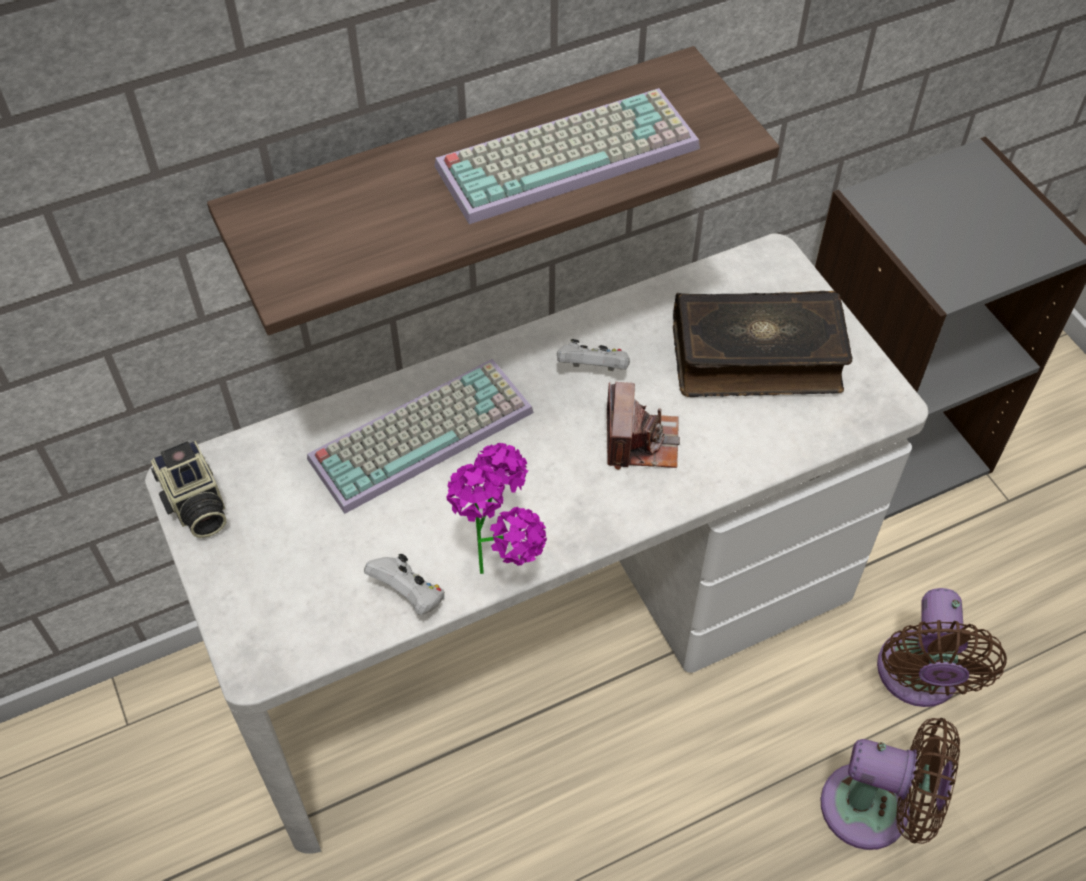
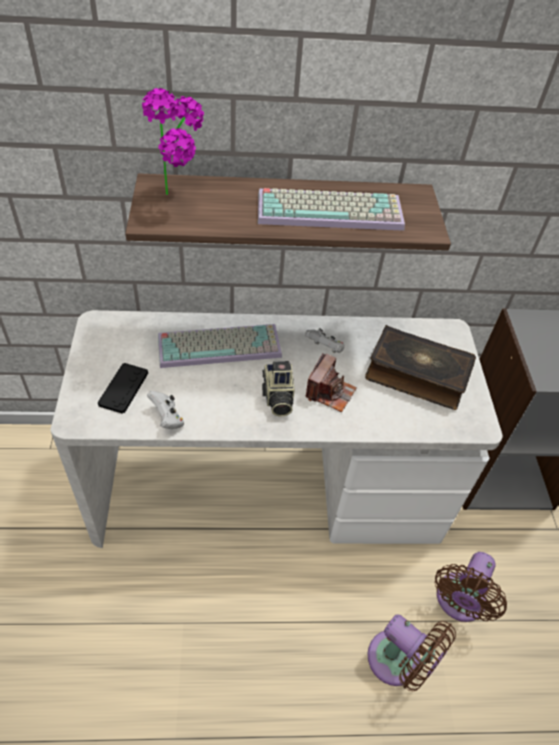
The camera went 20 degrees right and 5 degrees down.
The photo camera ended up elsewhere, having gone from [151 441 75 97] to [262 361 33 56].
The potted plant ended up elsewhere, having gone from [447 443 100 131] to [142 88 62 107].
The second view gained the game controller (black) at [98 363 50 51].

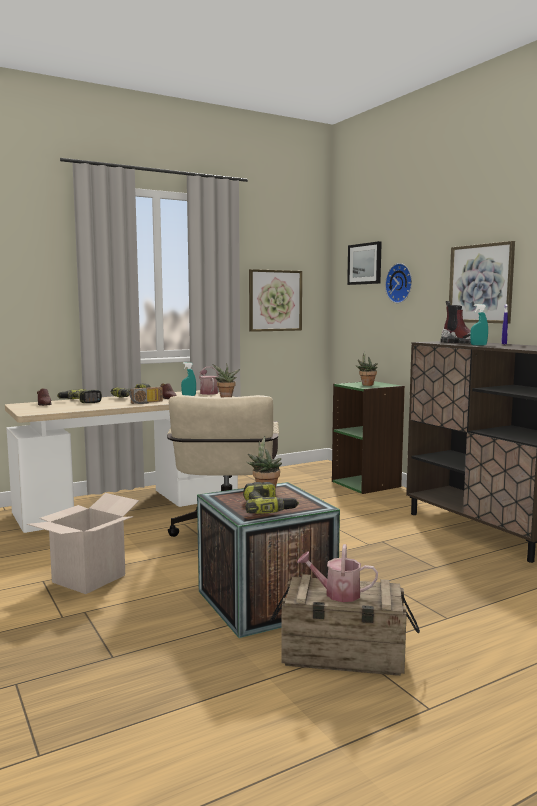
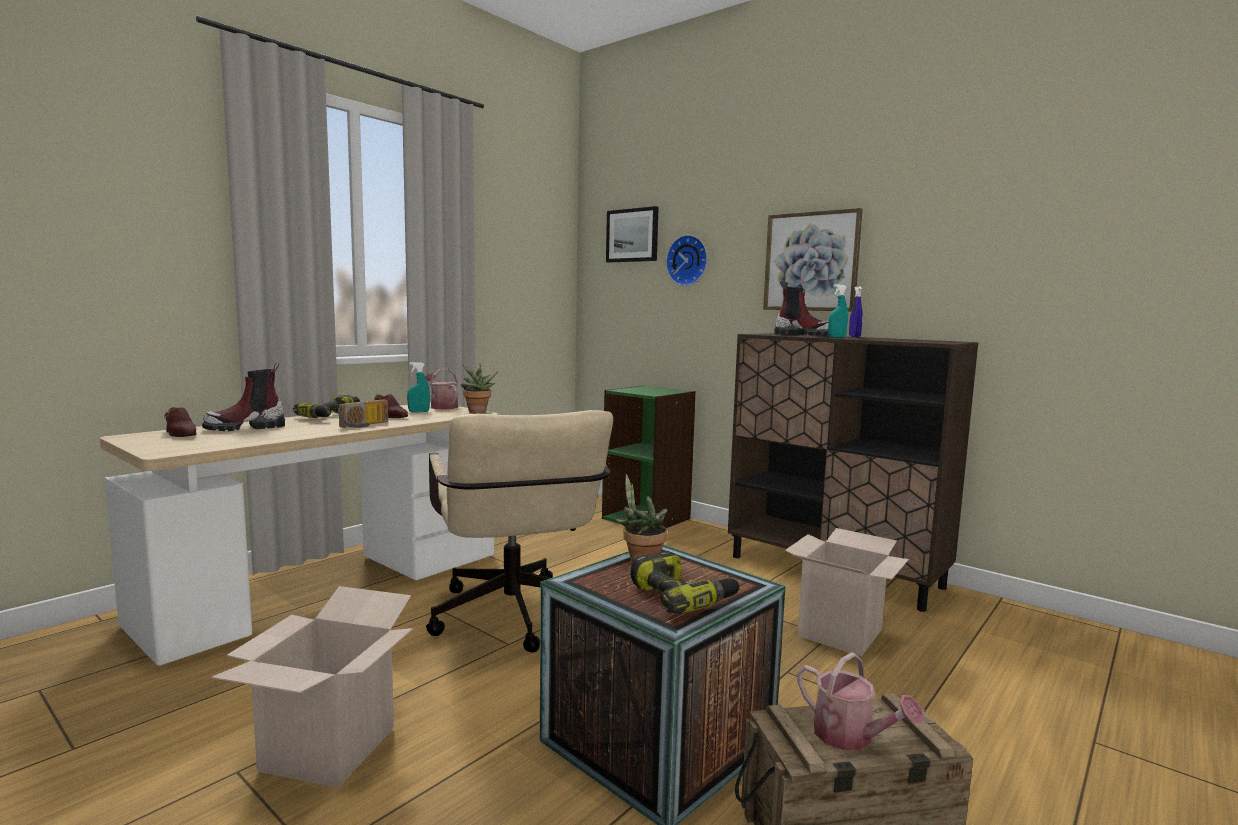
The camera went 20 degrees left and 0 degrees up.
Where the power drill stood at [57 389 45 14], the boot came to stand at [202 363 83 68].
The second view lost the picture at [249 269 53 63].
The watering can at [297 544 81 58] ended up facing another way, 120 degrees counterclockwise from before.
The second view lost the potted plant at [356 352 22 34].
The second view gained the cardboard box at [785 528 124 128].

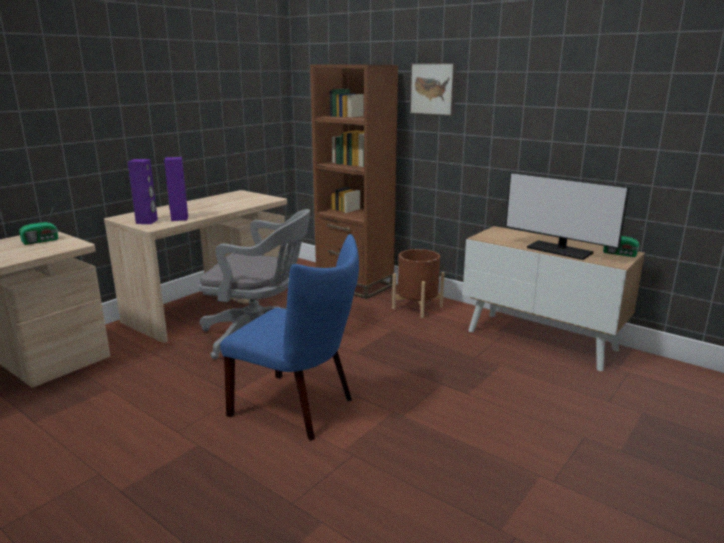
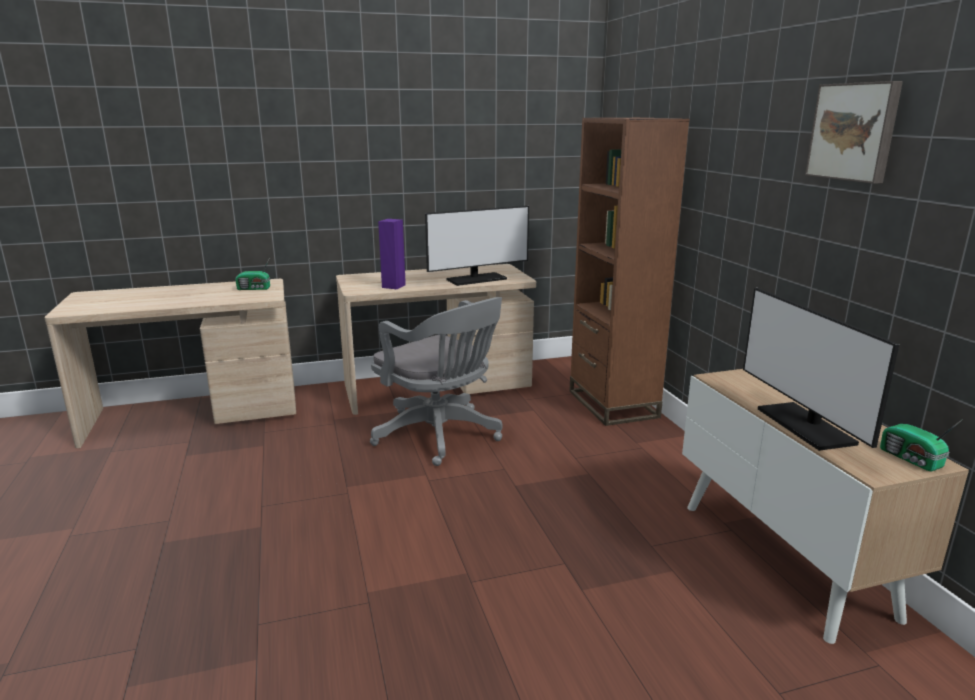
The camera went 35 degrees right and 0 degrees up.
The second view lost the speaker (purple) at [128 159 30 65].
The second view lost the chair (blue) at [220 234 139 207].
The second view lost the planter (brown) at [392 249 52 69].
The picture ended up elsewhere, having gone from [410 63 47 53] to [805 81 98 103].
The second view gained the monitor at [425 206 104 80].

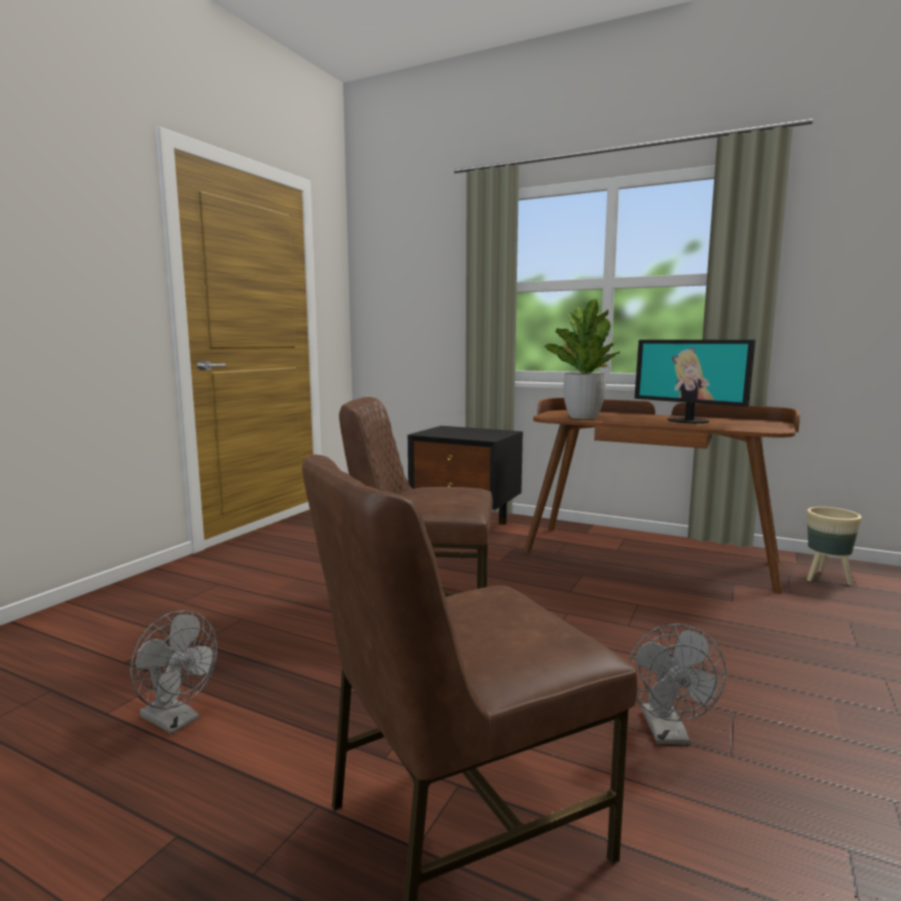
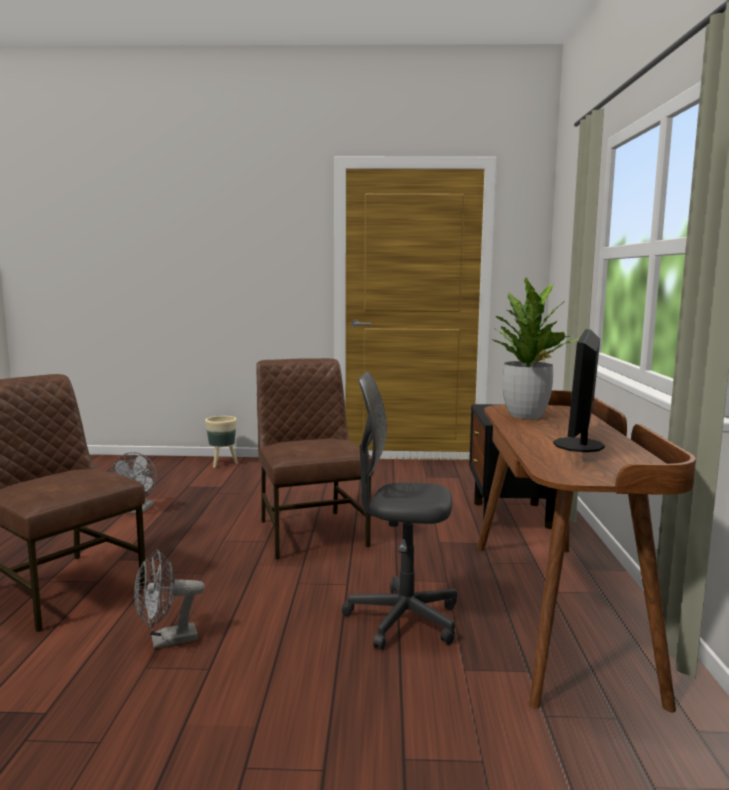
The camera went 65 degrees right and 0 degrees up.
The planter (beige) ended up elsewhere, having gone from [807 507 55 78] to [205 416 33 52].
The second view gained the office chair (grey) at [342 372 115 278].

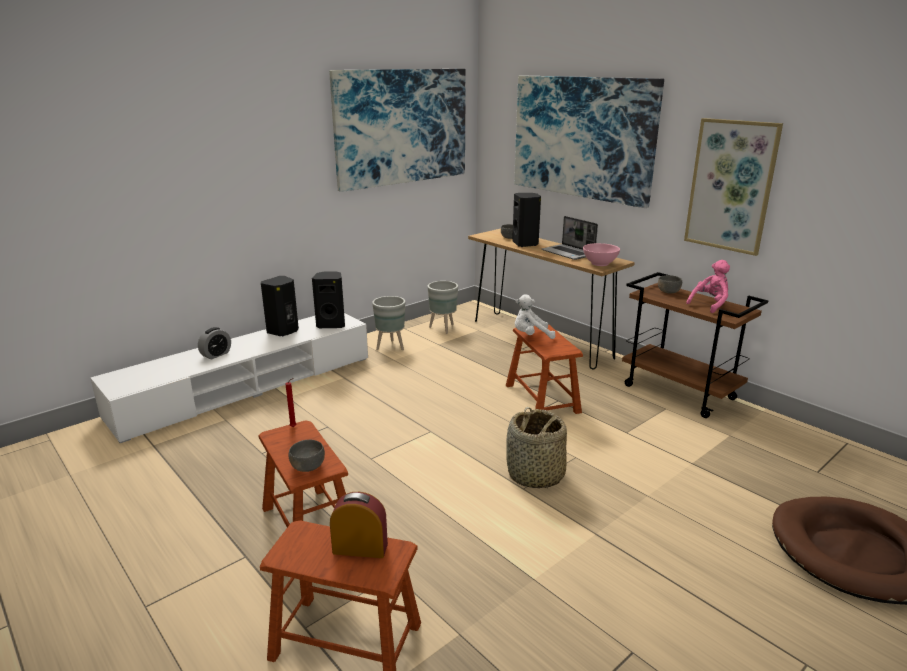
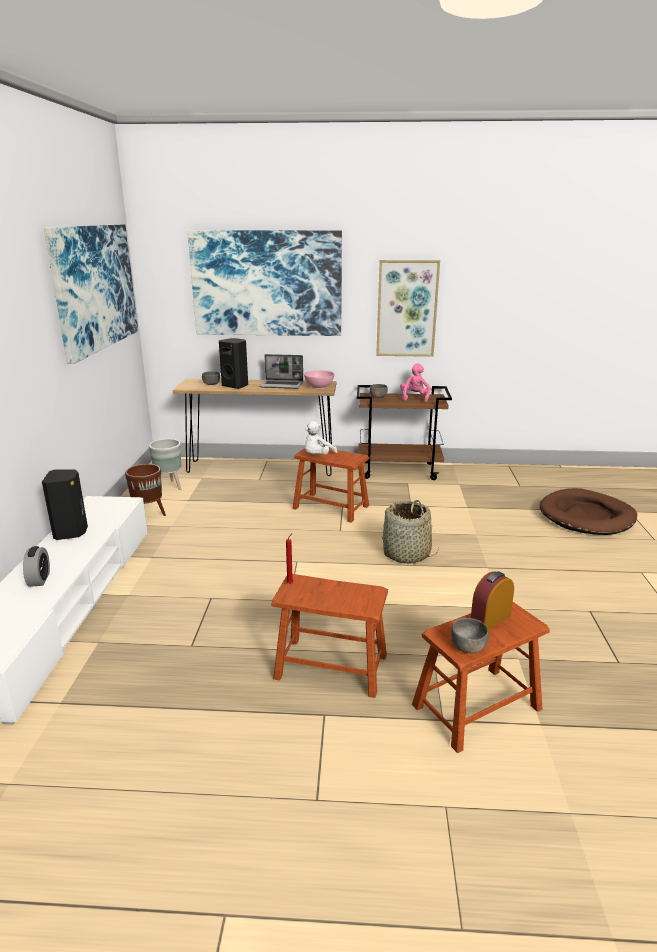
The camera went 45 degrees left and 0 degrees up.
The bowl (grey) ended up elsewhere, having gone from [288 440 37 32] to [451 618 38 35].
The second view lost the speaker (black) at [312 271 33 57].
What was the planter (grey) at [372 296 33 54] turned into the planter (brown) at [125 464 41 52].

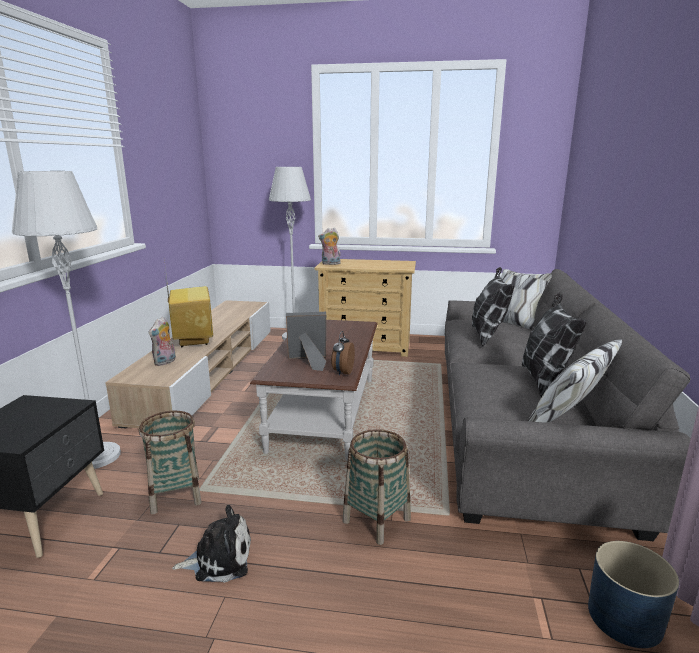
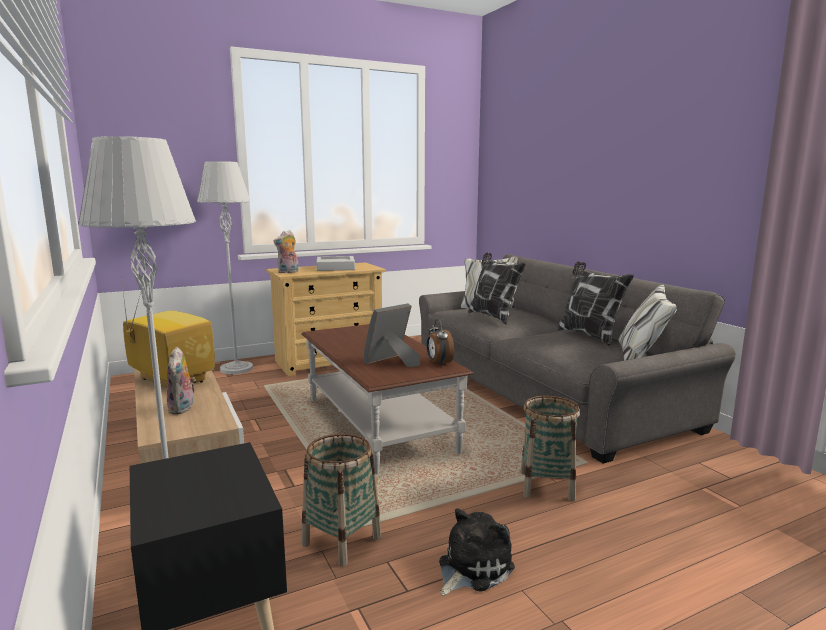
The camera went 35 degrees left and 5 degrees down.
The second view lost the planter (blue) at [588 541 91 107].
The second view gained the tray (grey) at [316 256 39 15].

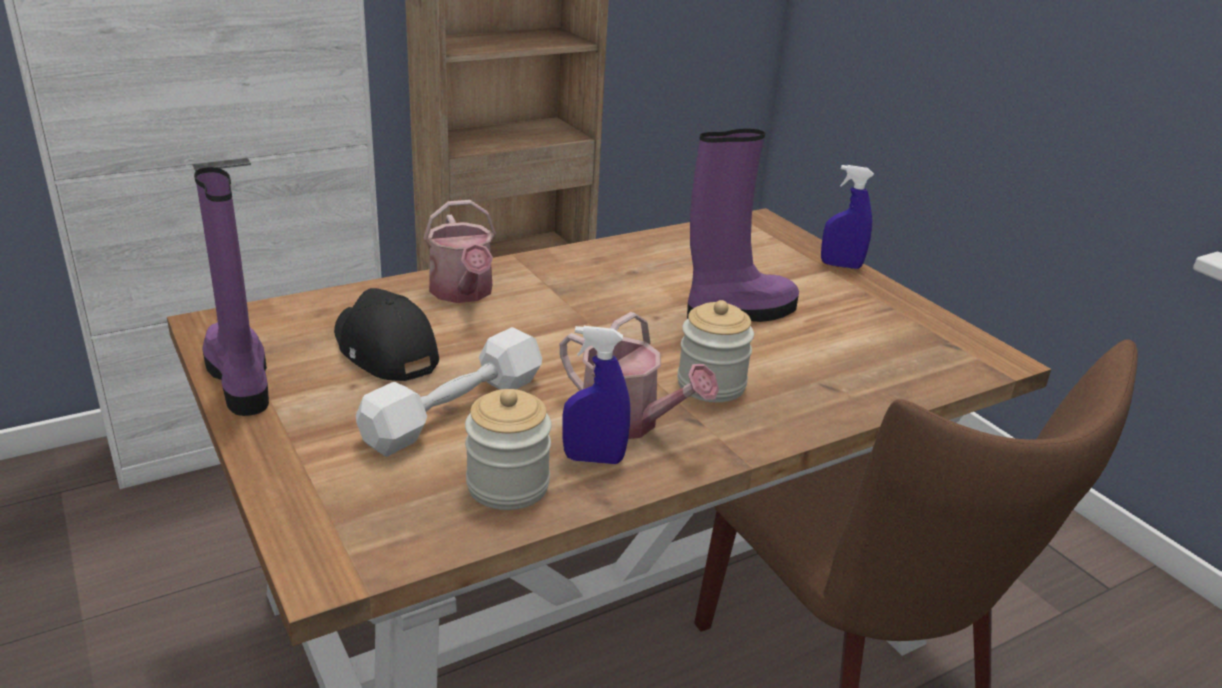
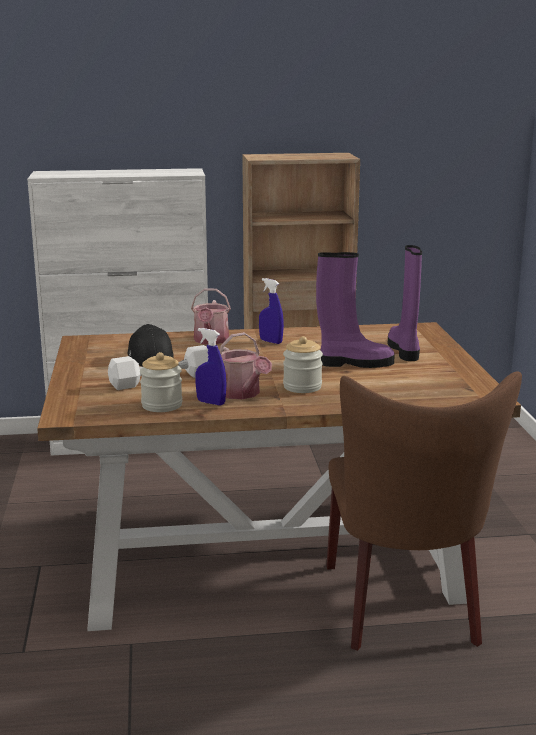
The camera went 25 degrees right and 10 degrees down.
The boot (purple) ended up elsewhere, having gone from [194 167 75 249] to [388 245 34 116].
The spray bottle (blue) ended up elsewhere, having gone from [821 165 53 104] to [259 278 25 66].

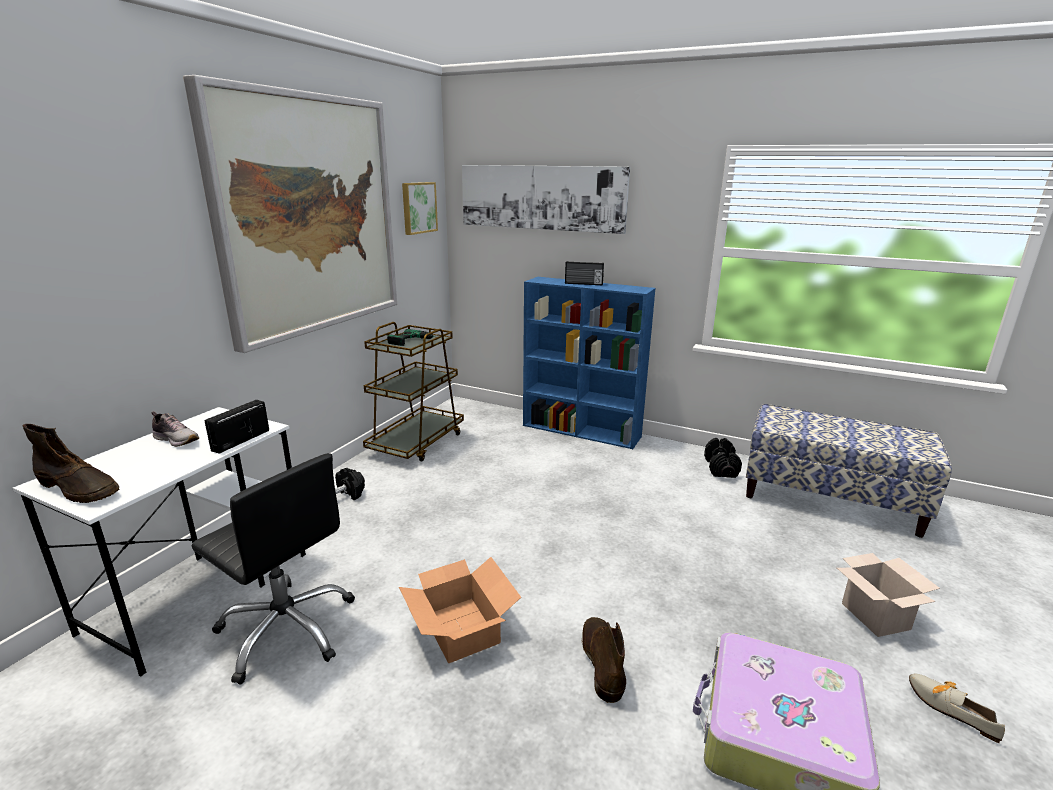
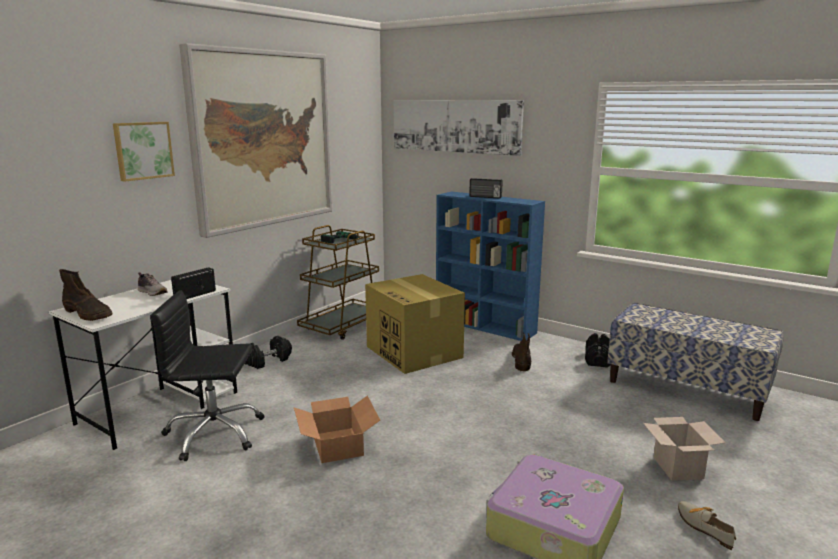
The camera went 10 degrees right and 5 degrees down.
The office chair (black) at [192 453 163 232] ended up facing another way, 135 degrees clockwise from before.
The picture ended up elsewhere, having gone from [402 182 36 53] to [113 122 62 60].
The boot (brown) ended up elsewhere, having gone from [581 617 45 86] to [512 333 19 38].
The second view gained the cardboard box at [365 274 100 100].

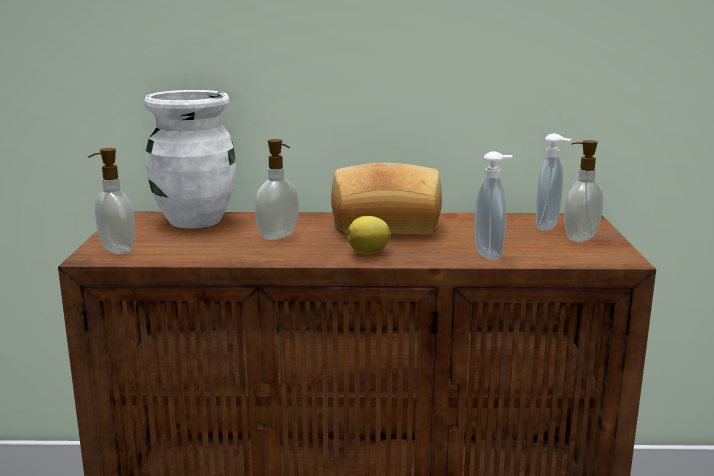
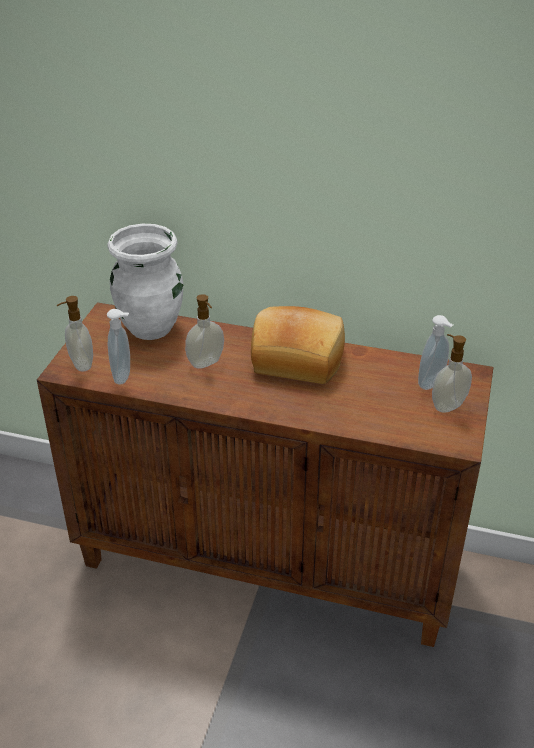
The camera went 15 degrees right and 20 degrees up.
The second view lost the lemon at [347 216 44 38].
The soap dispenser ended up elsewhere, having gone from [475 151 37 109] to [107 309 23 76].

